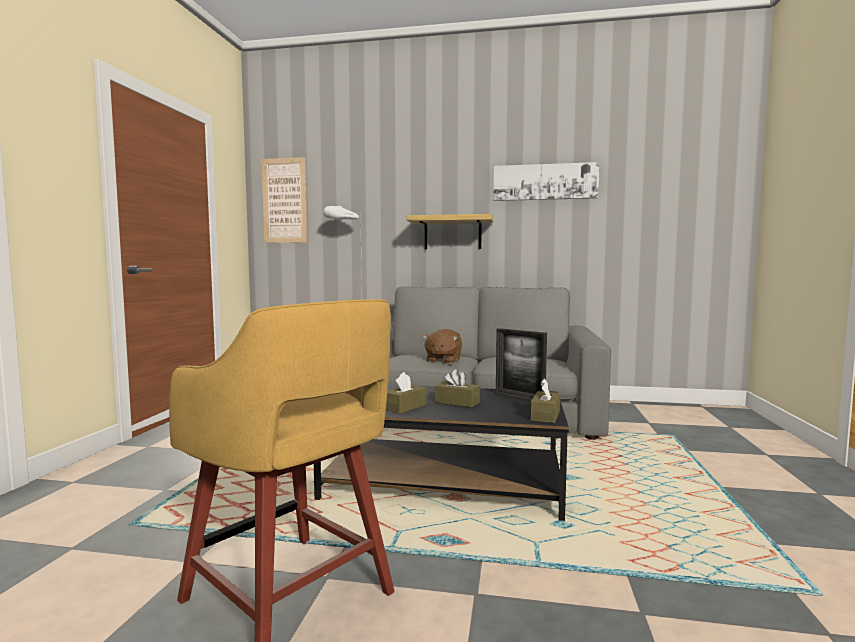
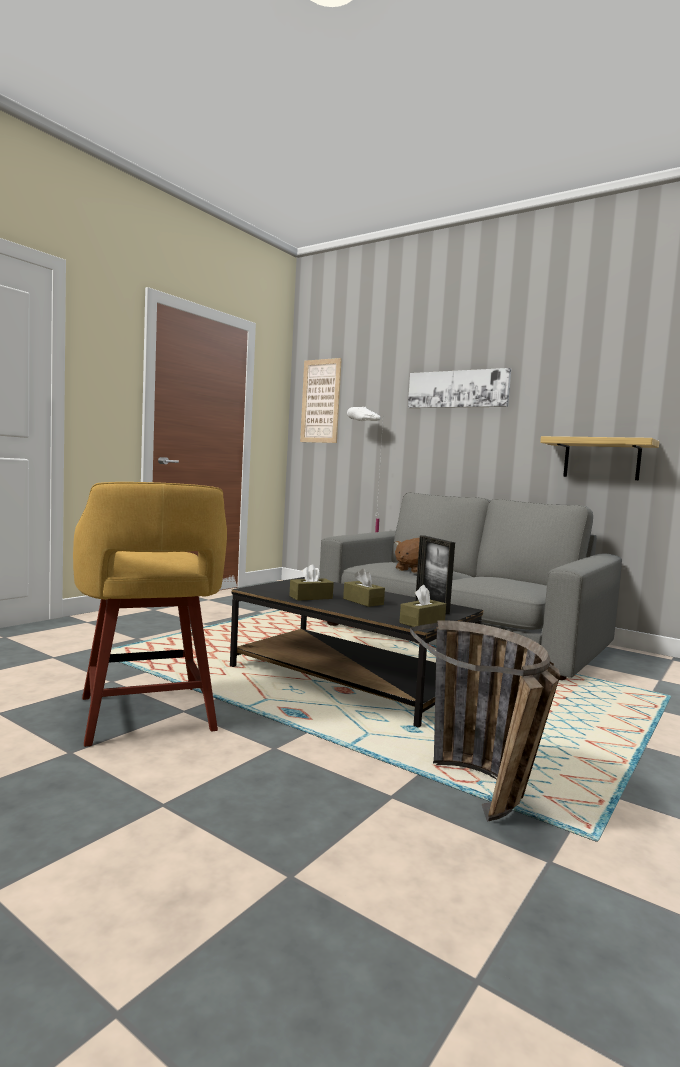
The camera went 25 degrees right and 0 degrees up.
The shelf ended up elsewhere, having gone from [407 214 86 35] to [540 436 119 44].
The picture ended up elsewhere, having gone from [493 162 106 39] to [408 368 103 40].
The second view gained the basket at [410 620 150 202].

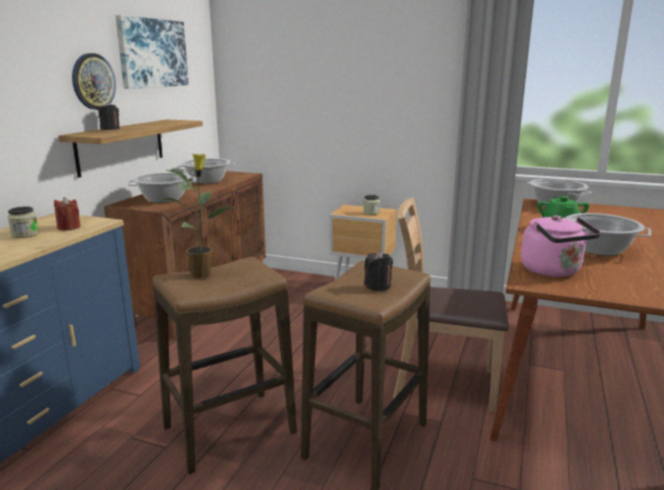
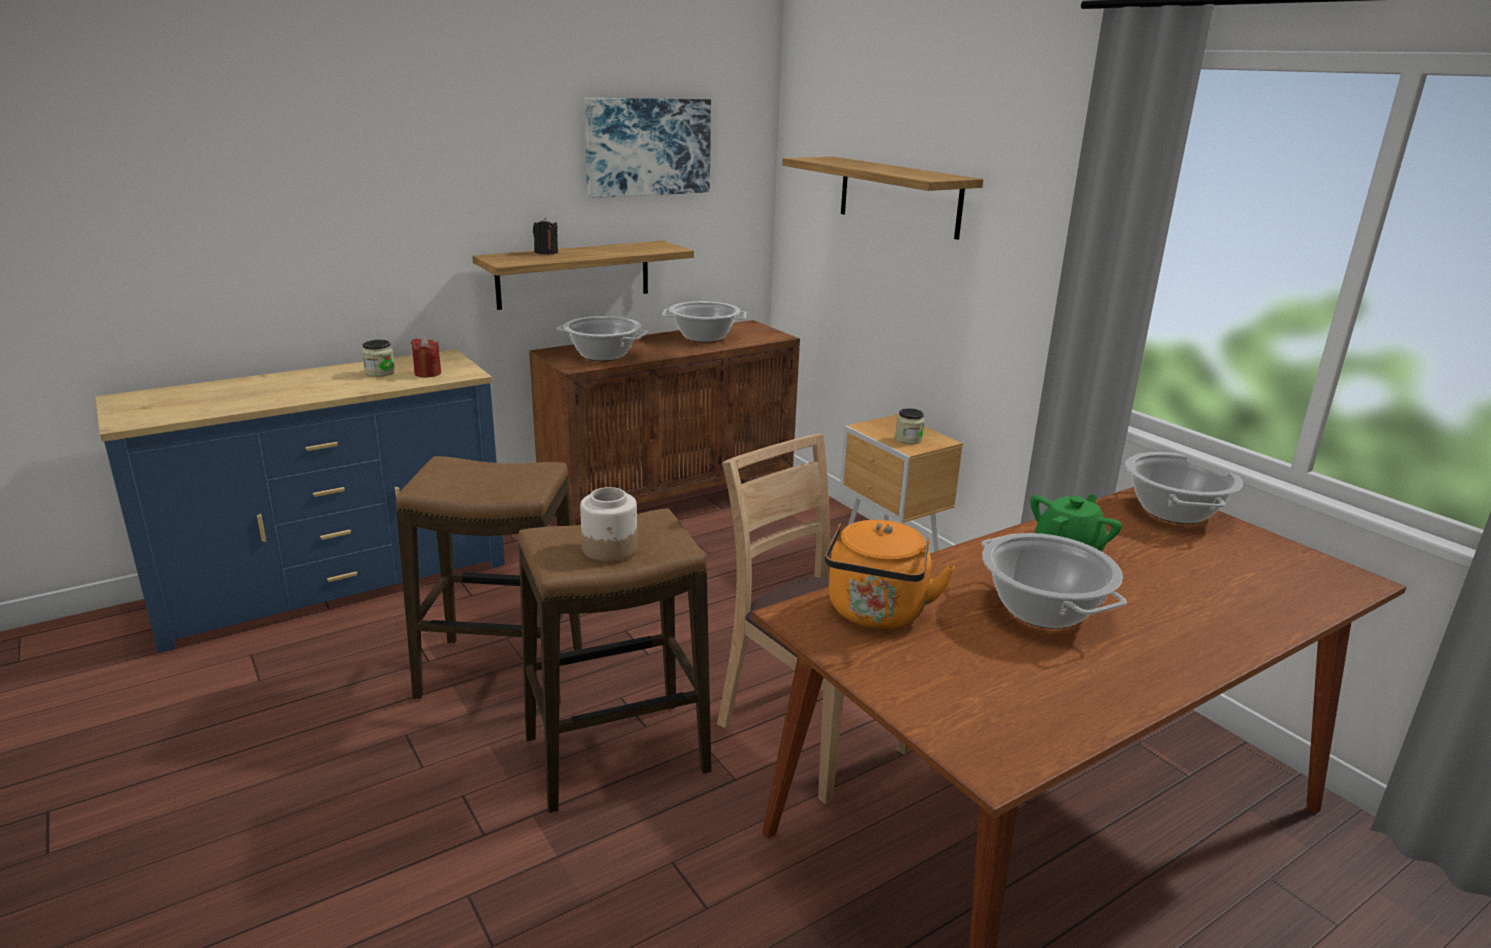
The camera went 35 degrees right and 5 degrees up.
The second view lost the wall clock at [72 53 44 57].
The second view lost the potted plant at [163 153 72 125].
Where the candle (black) stood at [364 251 29 41], the jar came to stand at [580 487 57 74].
What was the kettle (pink) at [521 215 80 62] turned into the kettle (orange) at [824 520 131 109].
The second view gained the shelf at [782 157 201 83].

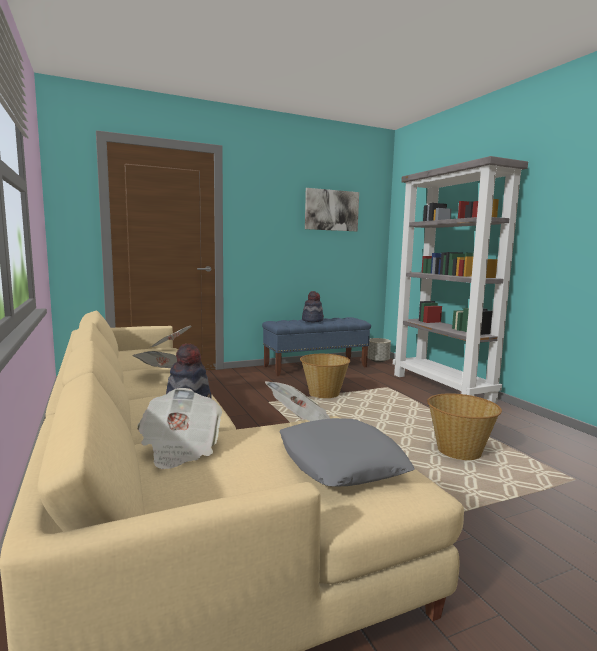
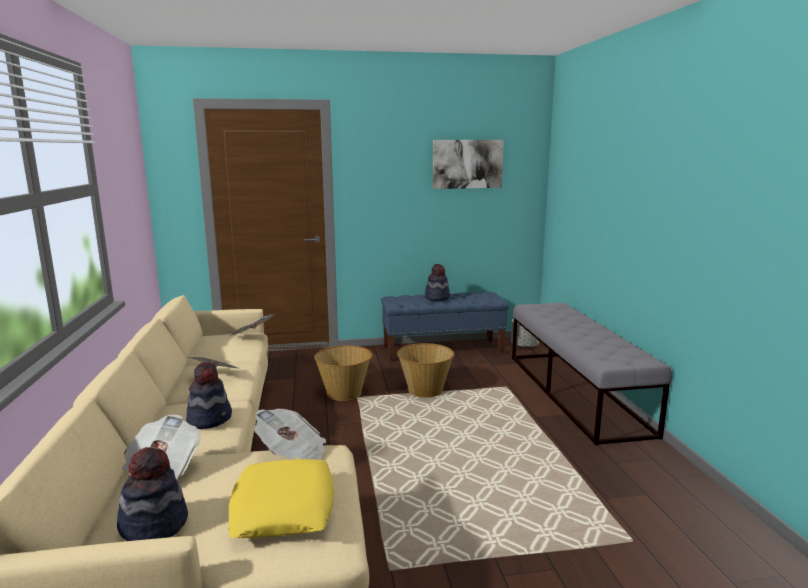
The camera went 15 degrees right and 5 degrees up.
What was the pillow (grey) at [280 418 135 69] turned into the pillow (yellow) at [228 459 106 79].
Where the bookcase (grey) stood at [393 156 135 247], the bench (grey) came to stand at [512 303 160 142].
The basket ended up elsewhere, having gone from [427 393 75 67] to [314 345 59 56].
The second view gained the hat at [117 447 71 94].

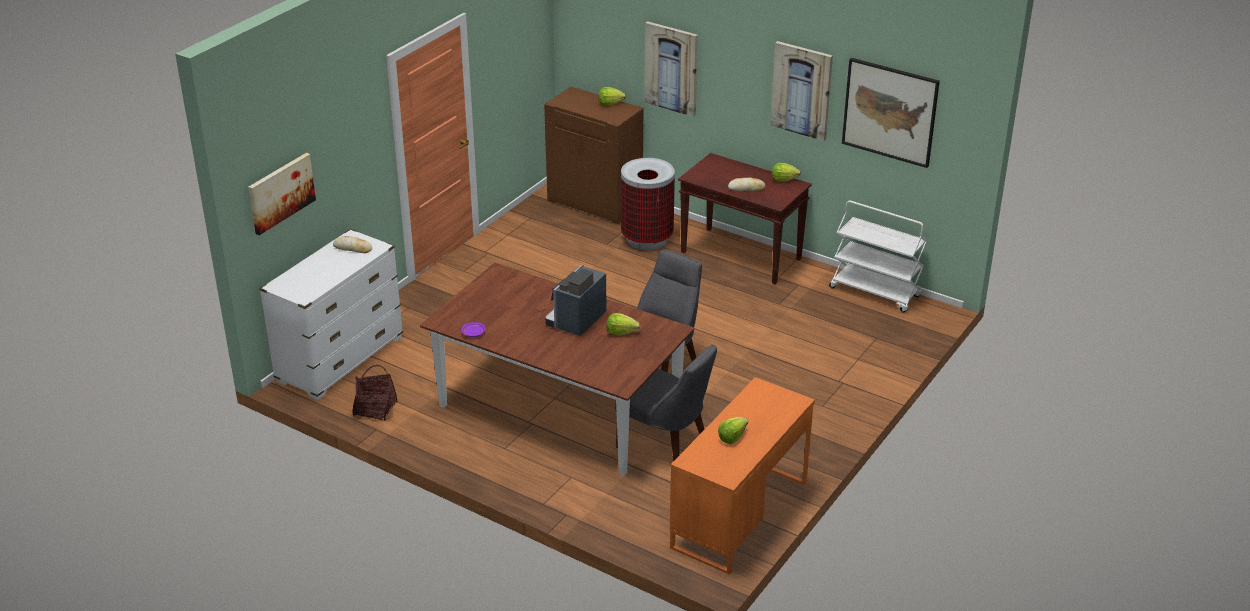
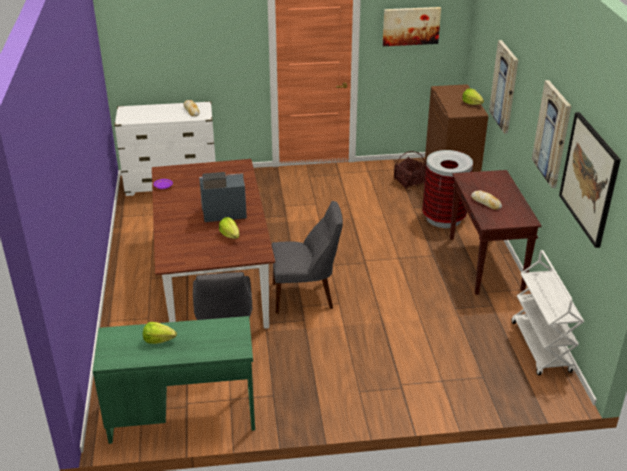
The camera went 50 degrees right and 0 degrees up.
The picture ended up elsewhere, having gone from [248 153 68 82] to [383 7 58 39].
The basket ended up elsewhere, having gone from [352 365 45 56] to [394 151 32 38].
What was the desk (orange) at [670 377 145 198] turned into the desk (green) at [93 316 162 128].
The second view lost the lettuce at [772 163 29 19].

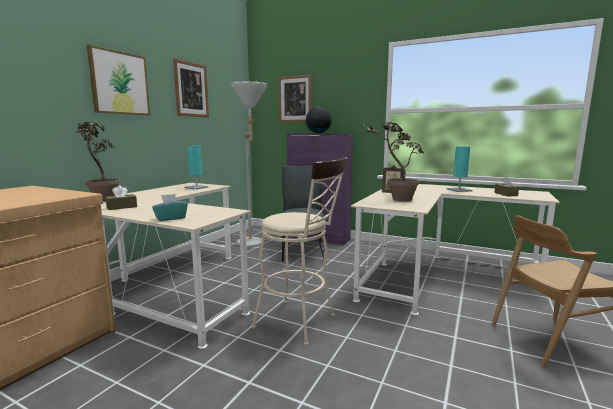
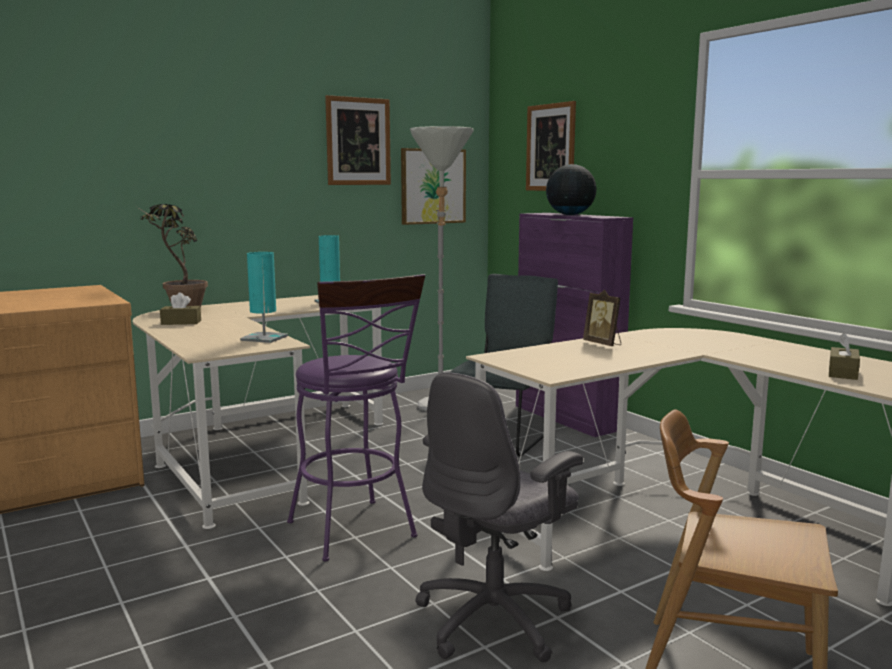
The camera went 30 degrees right and 0 degrees up.
The picture ended up elsewhere, having gone from [87 45 63 70] to [401 148 65 77].
The second view lost the tissue box (turquoise) at [152 194 36 27].
What was the stool (beige) at [251 157 96 189] turned into the stool (purple) at [287 274 138 287].
The second view lost the potted plant at [365 123 59 79].
The table lamp (turquoise) ended up elsewhere, having gone from [447 146 26 46] to [240 252 48 91].
The second view gained the office chair (grey) at [415 372 168 290].

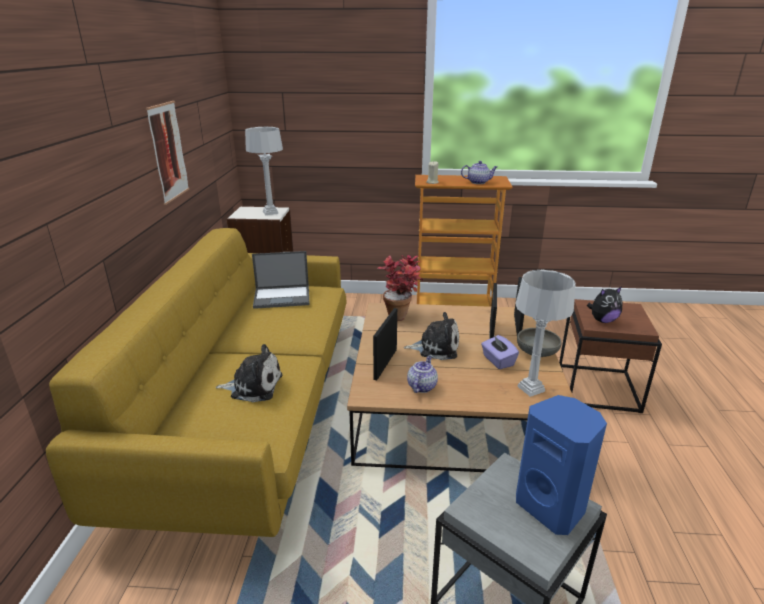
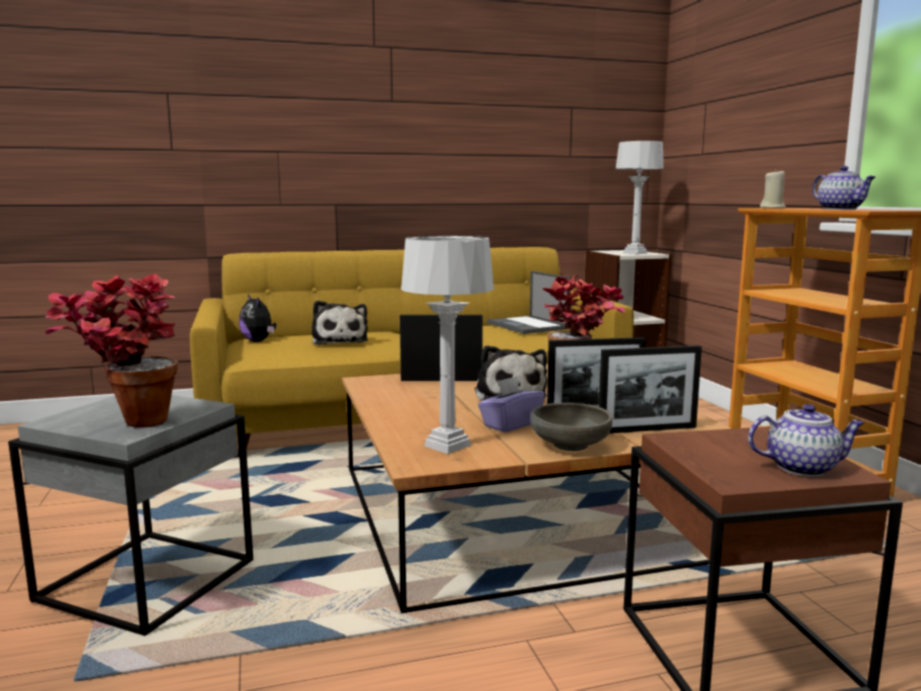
The camera went 70 degrees right and 15 degrees down.
The second view lost the picture at [146 101 43 104].
The teapot ended up elsewhere, having gone from [407 356 31 37] to [748 404 116 72].
Where the speaker (blue) stood at [516 395 91 140], the potted plant came to stand at [45 274 133 153].
The plush toy ended up elsewhere, having gone from [587 286 36 37] to [239 295 37 47].

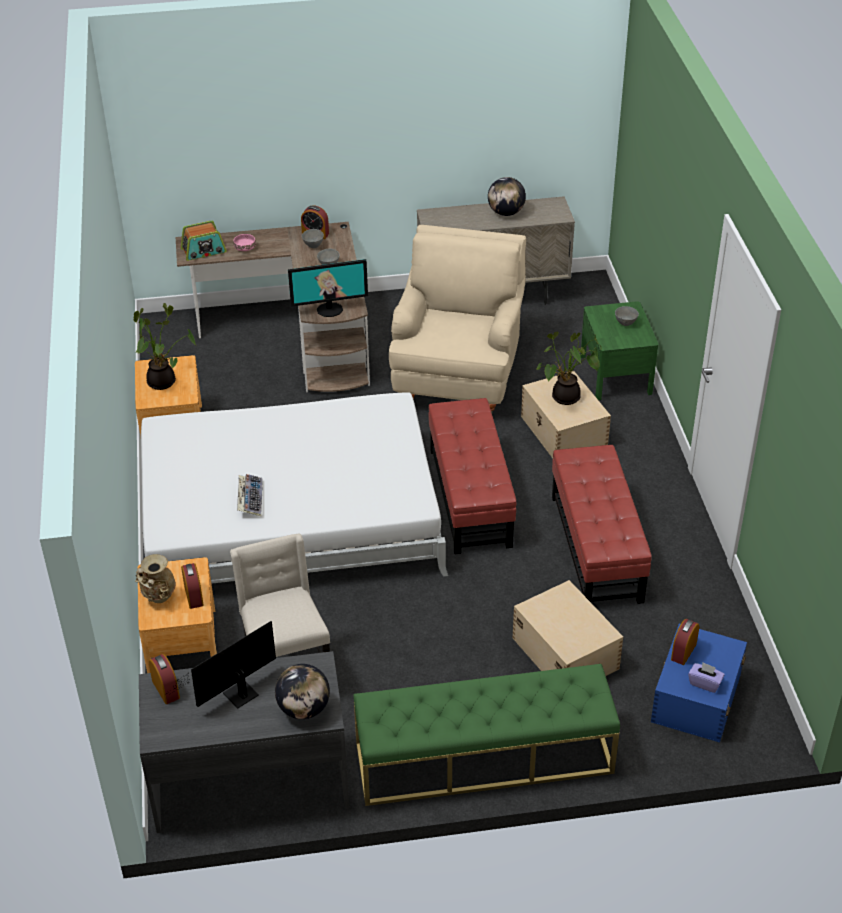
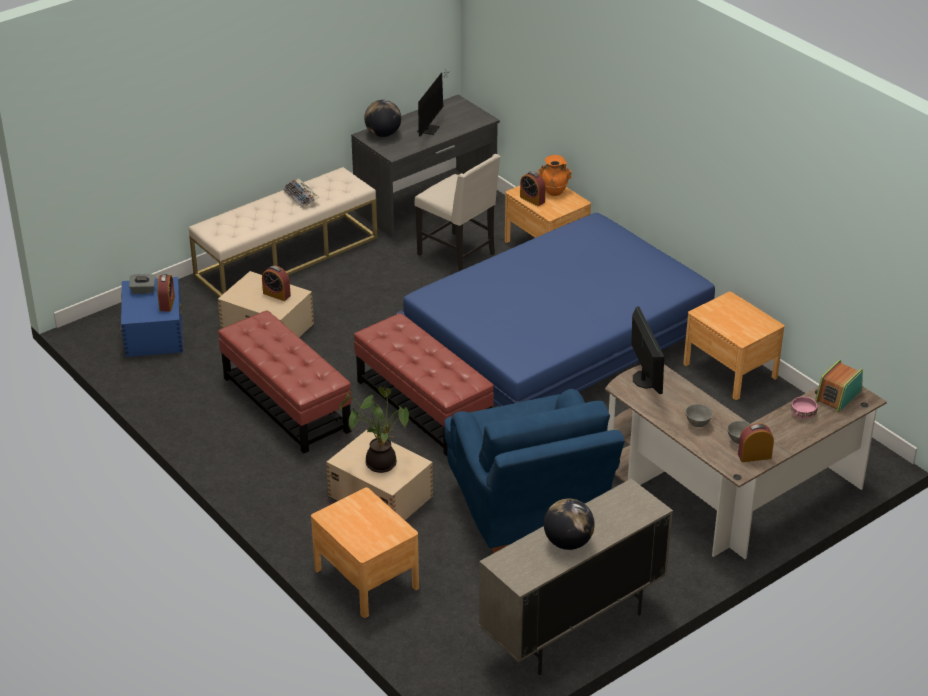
The camera went 150 degrees right and 5 degrees down.
The second view lost the potted plant at [133 303 63 87].
What was the vase (beige) at [135 554 41 49] turned into the vase (orange) at [538 155 34 41].
What was the bed (white) at [141 392 307 192] turned into the bed (blue) at [396 213 319 194].
The alarm clock ended up elsewhere, having gone from [149 654 31 50] to [262 266 29 35].
The keyboard ended up elsewhere, having gone from [237 474 26 42] to [283 178 36 31].
The monitor at [288 259 80 58] ended up facing another way, 120 degrees clockwise from before.
What was the bench (green) at [353 664 267 142] turned into the bench (beige) at [189 167 188 130].
What was the armchair (beige) at [389 225 137 188] turned into the armchair (blue) at [444 389 181 164].
What was the nightstand (green) at [580 301 78 99] turned into the nightstand (brown) at [311 487 108 131].
The second view lost the bowl (grey) at [615 306 24 20].
What was the tissue box (purple) at [688 662 37 31] turned into the tissue box (grey) at [129 274 27 20].

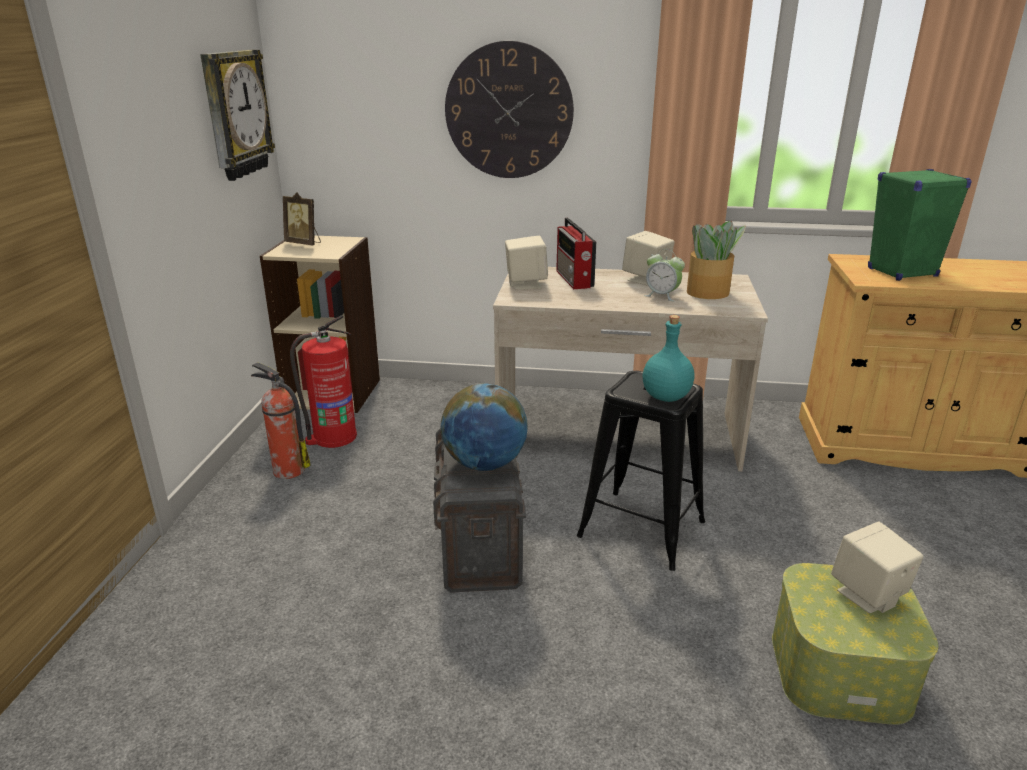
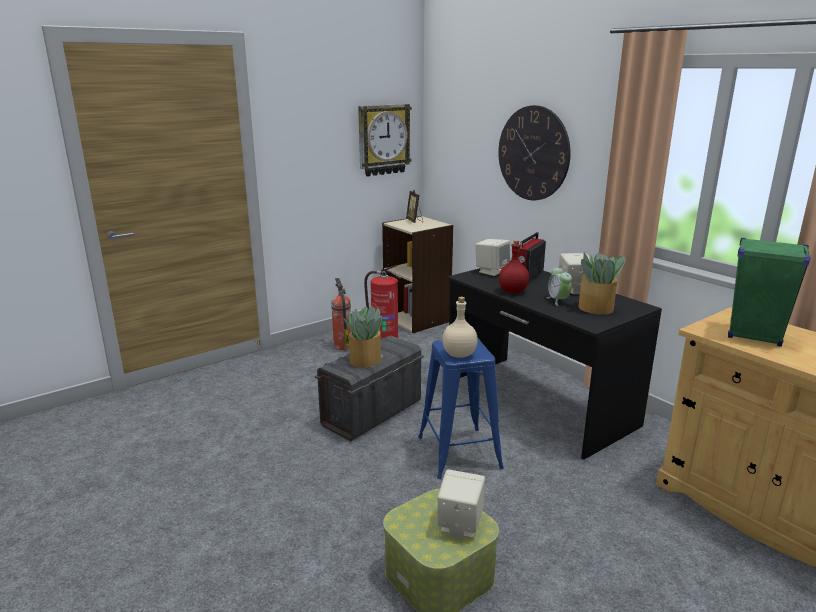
The camera went 45 degrees right and 5 degrees down.
Where the globe stood at [441 383 87 88], the potted plant came to stand at [343 306 39 62].
What was the desk (beige) at [493 267 275 204] turned into the desk (black) at [447 268 215 192].
What was the stool (black) at [577 371 128 200] turned into the stool (blue) at [418 338 86 141].
What was the bottle (turquoise) at [643 315 51 87] turned into the bottle (beige) at [442 297 36 61].
The second view gained the bottle (red) at [499 240 30 53].

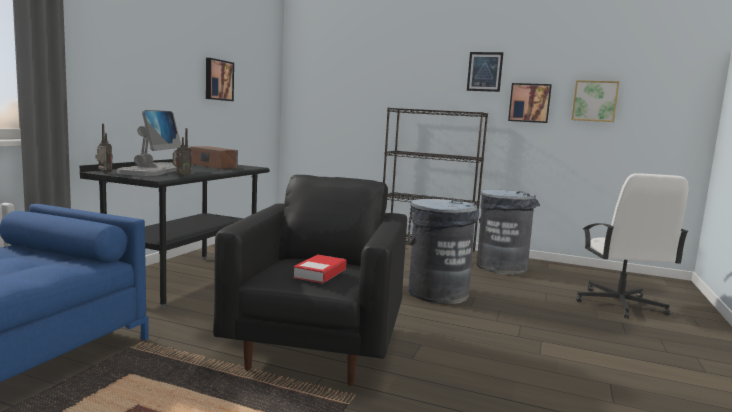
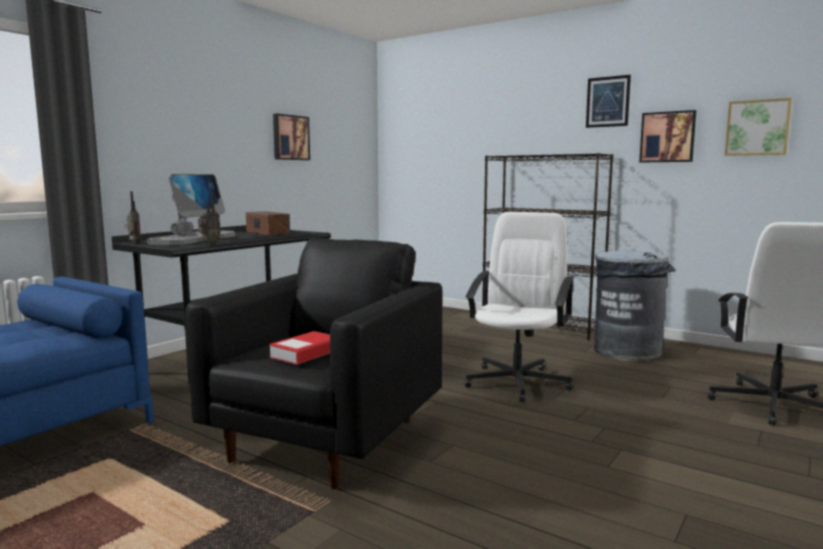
The camera went 15 degrees right and 0 degrees up.
Where the trash can (grey) stood at [407 199 72 105], the office chair (white) came to stand at [464 212 110 191].

